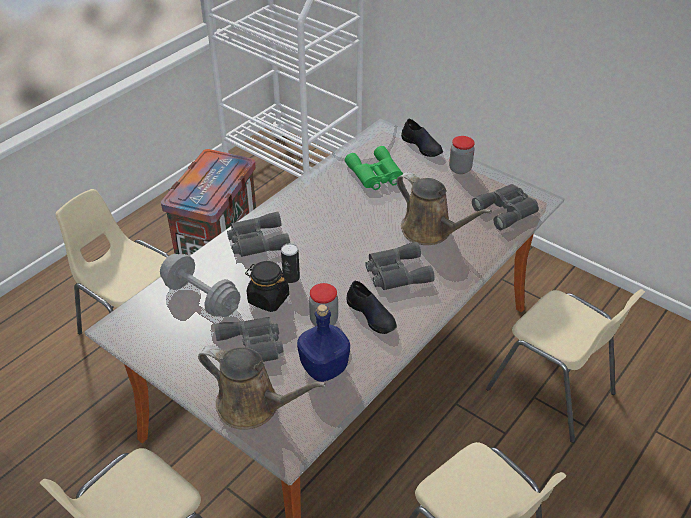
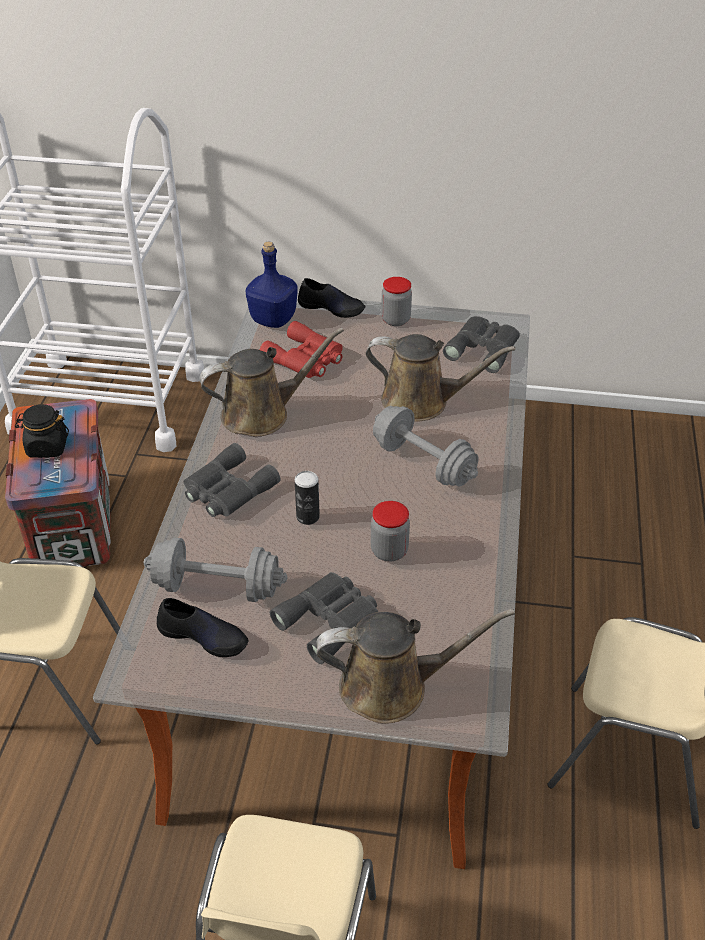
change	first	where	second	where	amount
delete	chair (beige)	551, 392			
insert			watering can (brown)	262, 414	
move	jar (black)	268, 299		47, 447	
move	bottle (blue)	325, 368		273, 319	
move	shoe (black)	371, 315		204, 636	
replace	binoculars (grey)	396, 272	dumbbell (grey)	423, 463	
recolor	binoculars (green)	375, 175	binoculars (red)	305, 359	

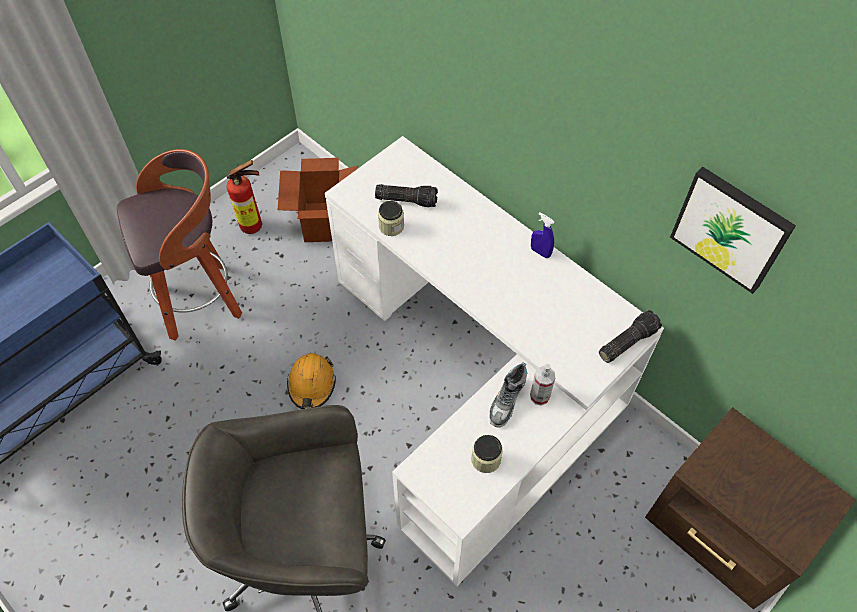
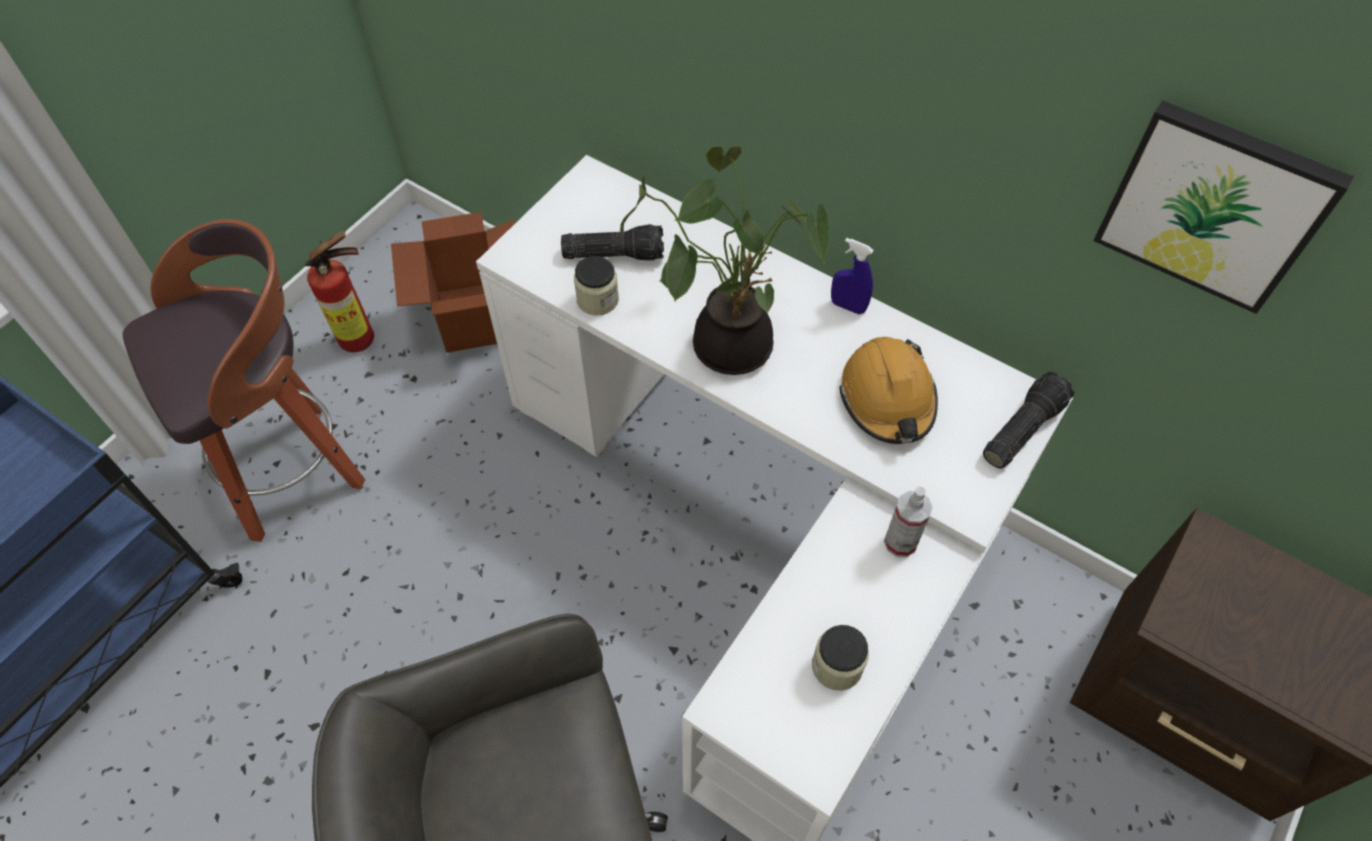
change	first	where	second	where	amount
delete	shoe	507, 401			
insert			potted plant	729, 341	
move	hard hat (orange)	311, 384		887, 399	

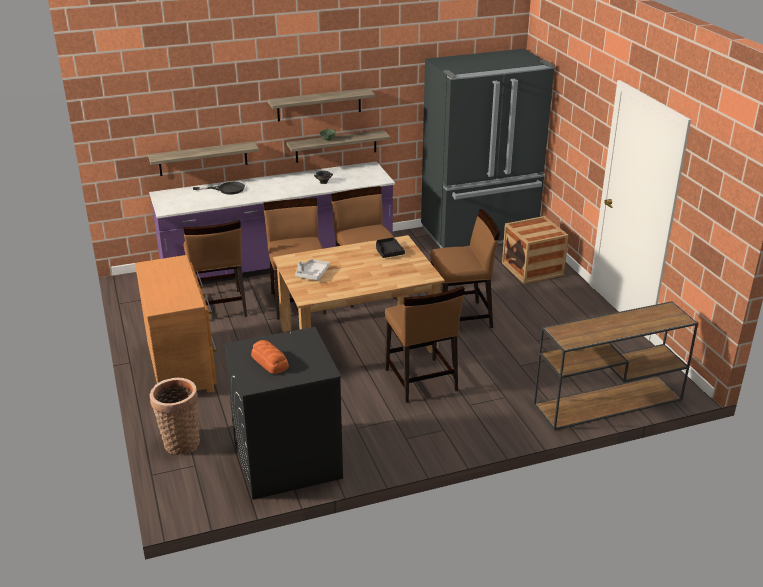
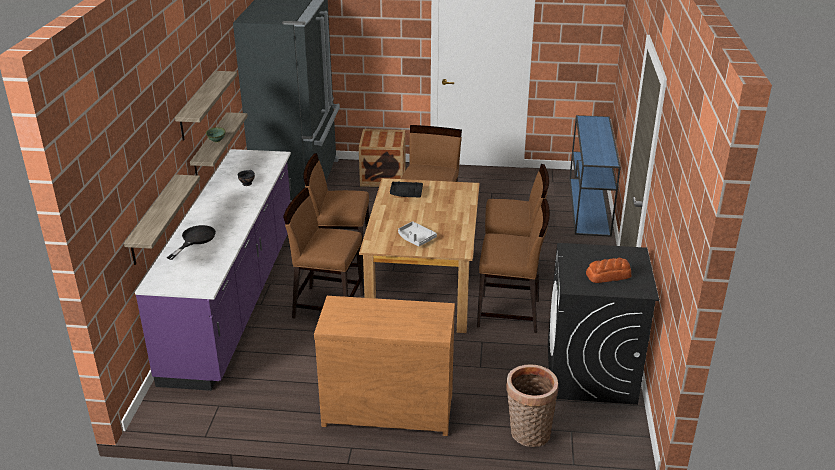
change	first	where	second	where	amount
move	chair (brown)	218, 307		509, 314	
recolor	console table (brown)	606, 402	console table (blue)	589, 206	

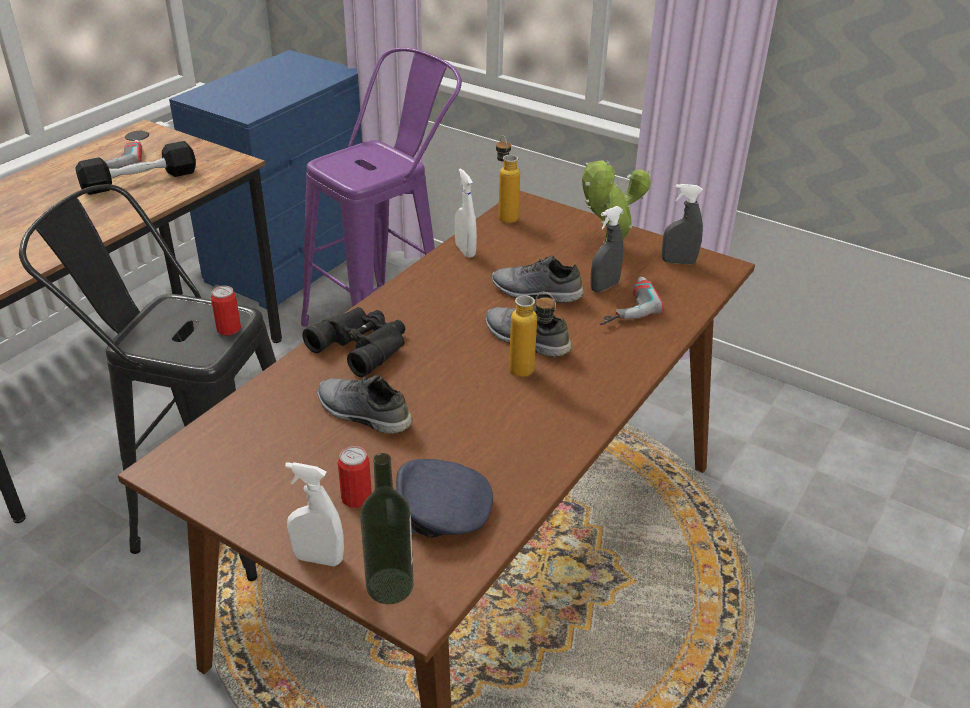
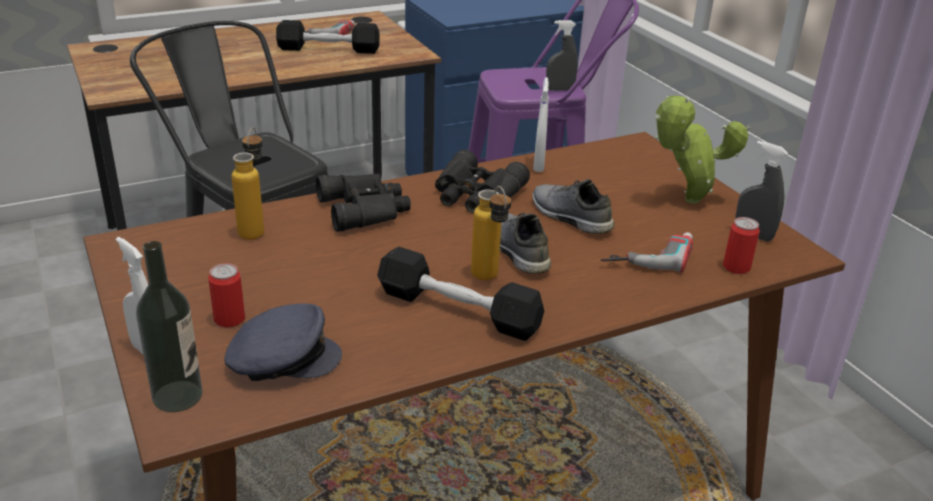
change	first	where	second	where	amount
delete	shoe (grey)	362, 414			
insert			dumbbell (black)	458, 310	
insert			binoculars (black)	476, 194	
move	can	228, 329		736, 267	
move	bottle	505, 215		255, 229	
move	spray bottle (grey)	604, 287		559, 89	
rotate	cap (grey)	440, 513		282, 358	135 degrees clockwise

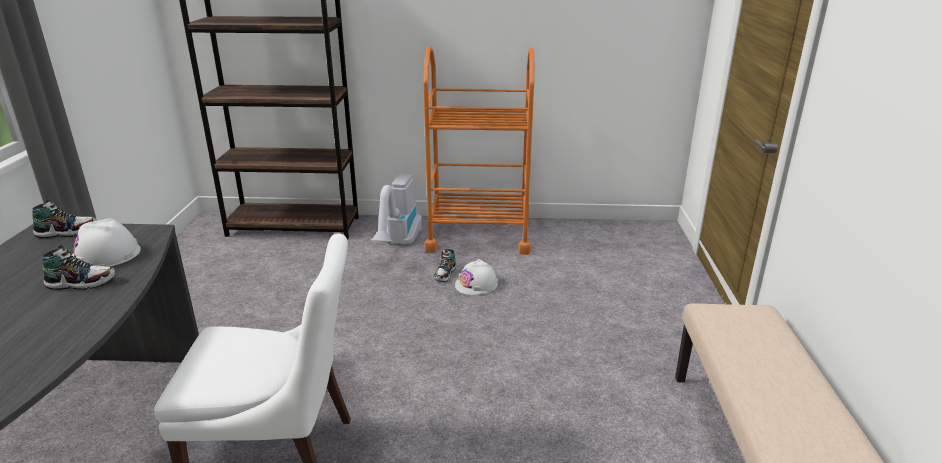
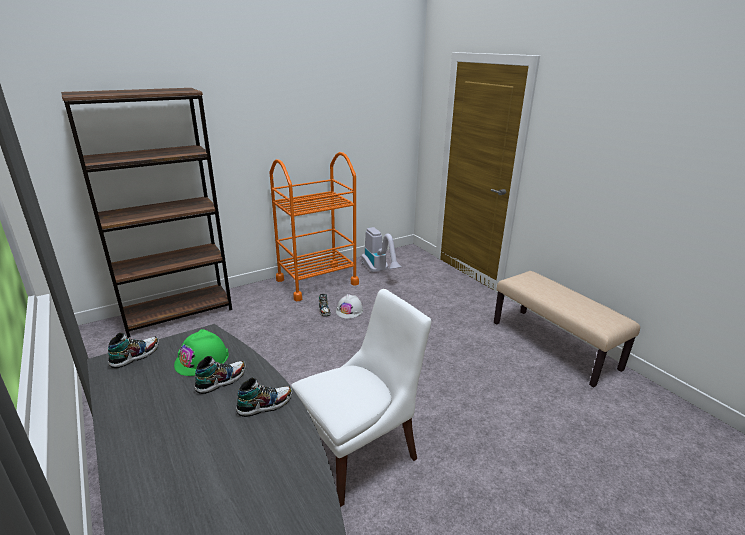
change	first	where	second	where	amount
insert			shoe	265, 405	
move	vacuum cleaner	399, 244		379, 271	
recolor	hard hat (white)	104, 255	hard hat (green)	202, 359	

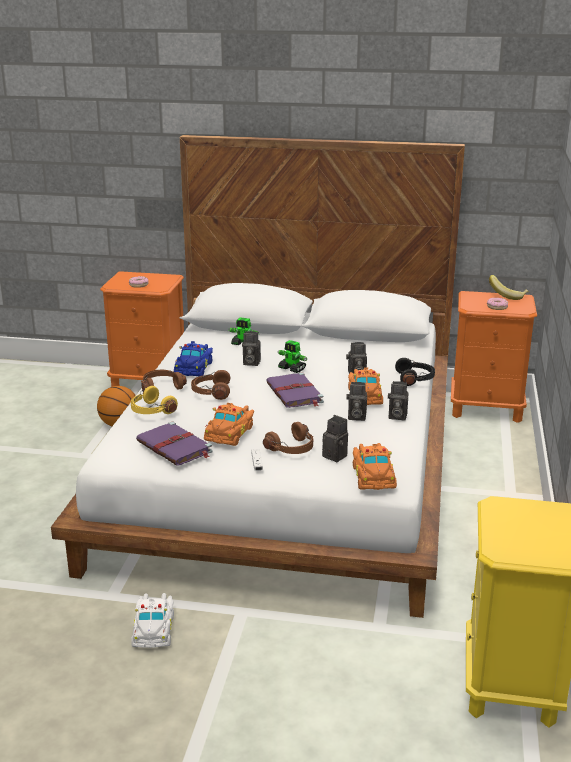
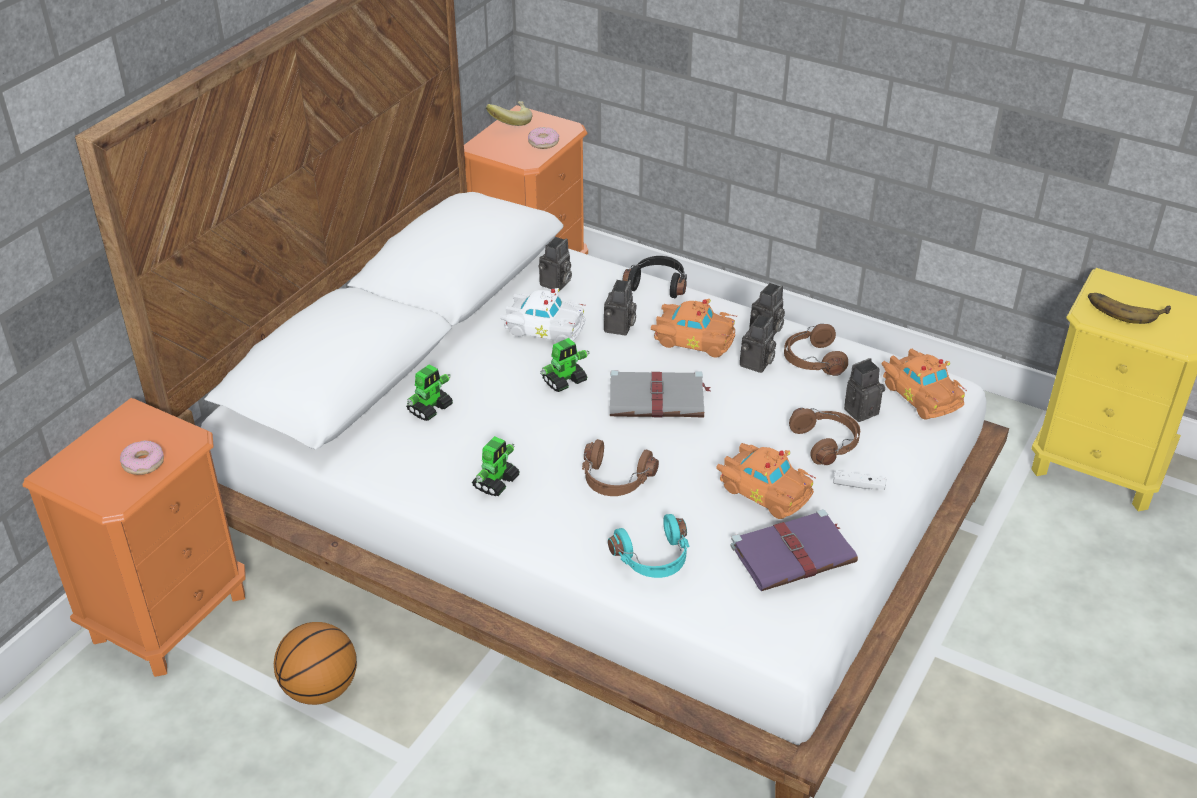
change	first	where	second	where	amount
insert			banana	1126, 308	
move	toy car (white)	154, 628		543, 327	
move	headphones (brown)	161, 387		812, 360	
move	photo camera	250, 363		556, 284	
replace	toy car (blue)	194, 367	toy robot	496, 482	
recolor	headphones (yellow)	151, 411	headphones (turquoise)	654, 559	
recolor	book (purple)	295, 393	book (grey)	658, 398	
rotate	toy car (orange)	374, 475		921, 393	45 degrees clockwise

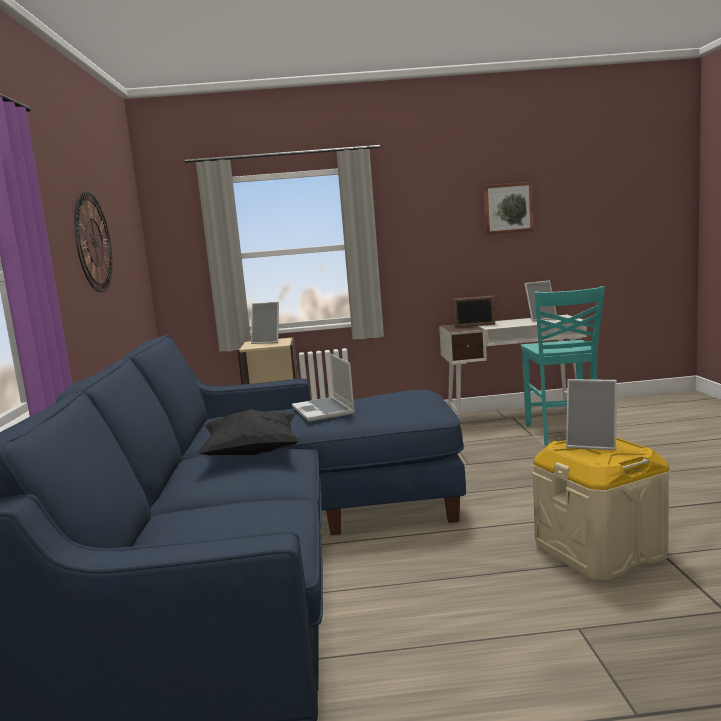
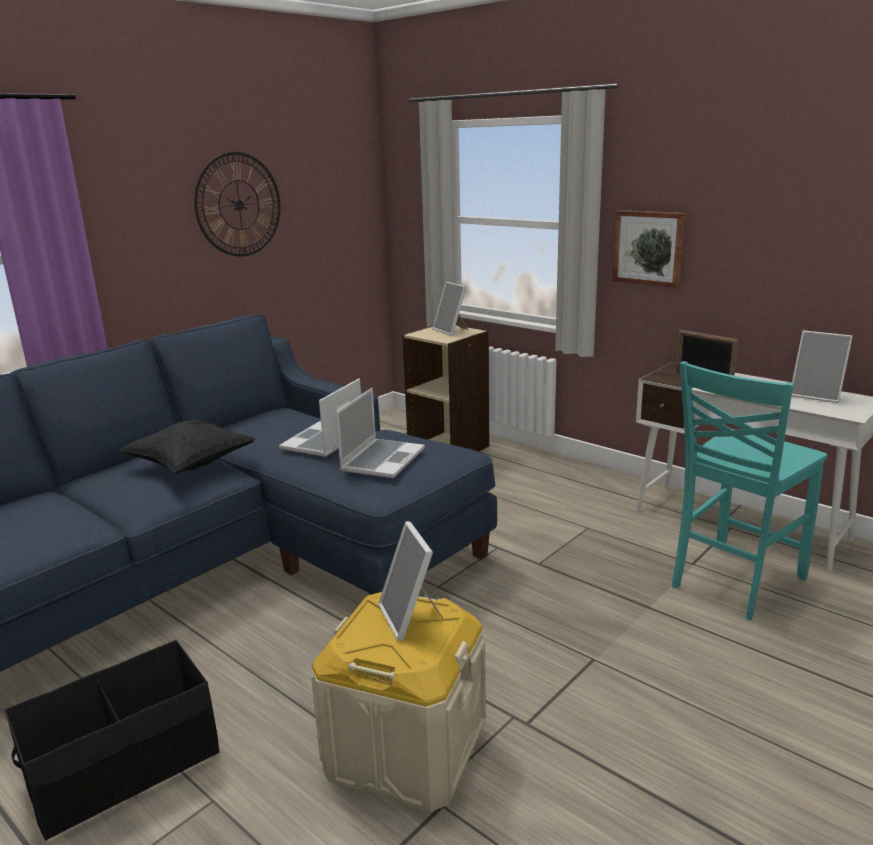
change	first	where	second	where	amount
insert			storage box (black)	124, 768	
insert			laptop	382, 459	
move	picture	508, 208		649, 247	

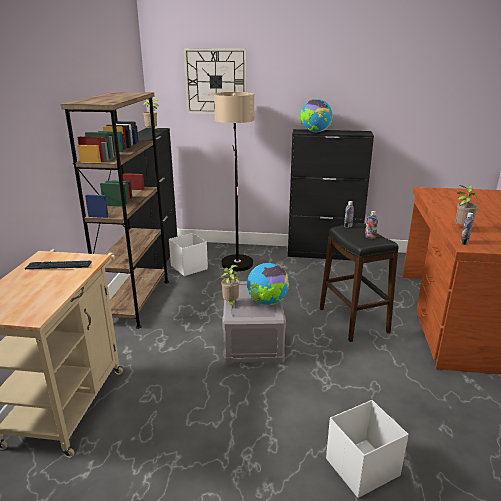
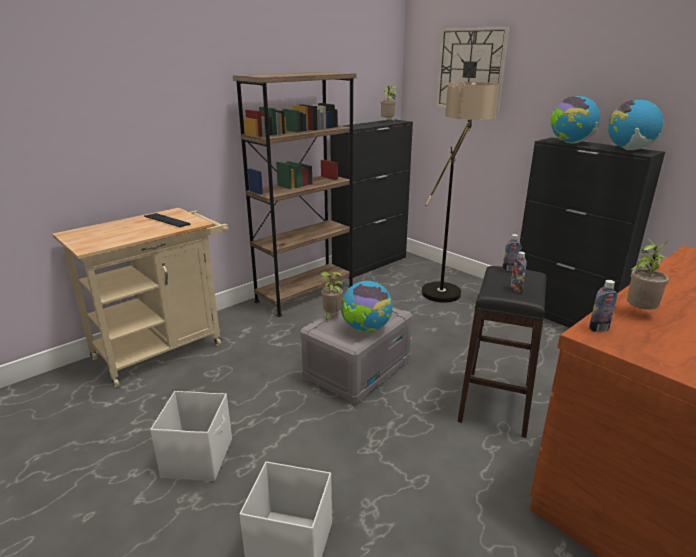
change	first	where	second	where	amount
insert			globe	629, 150	
move	storage box (white)	189, 267		198, 457	

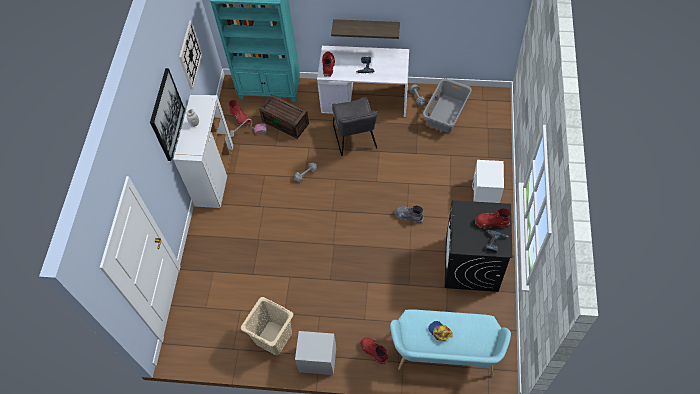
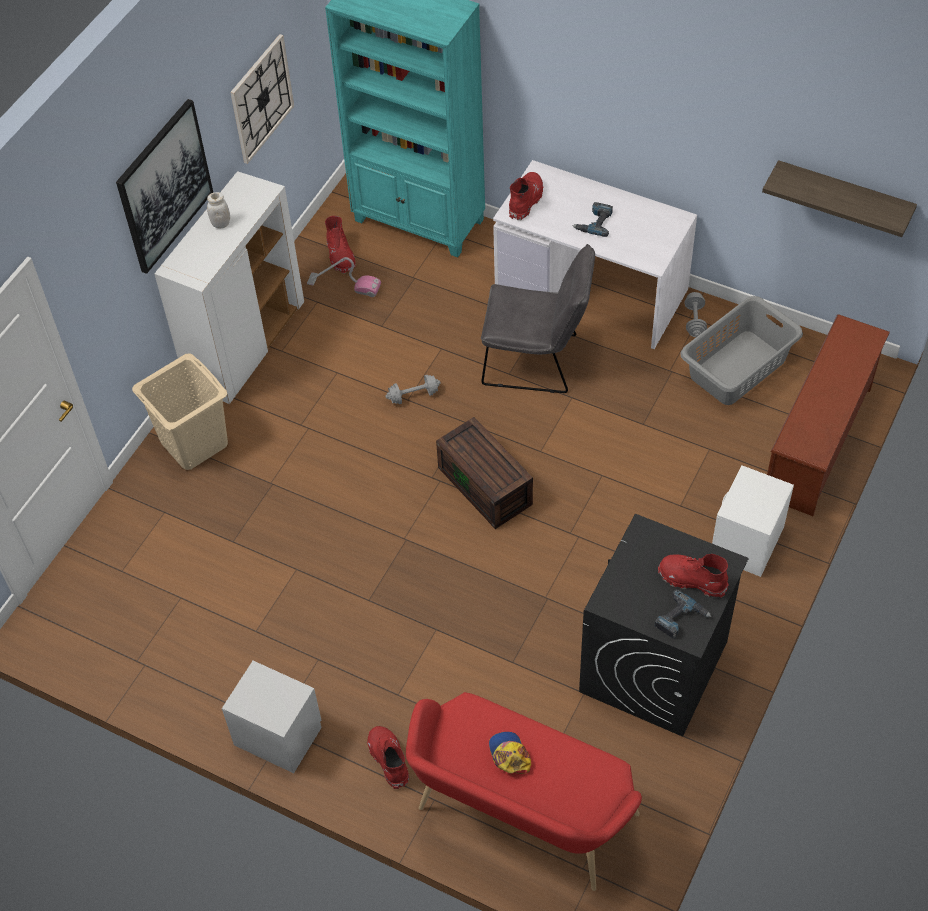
change	first	where	second	where	amount
delete	boot (grey)	409, 216			
insert			shoe rack (brown)	819, 443	
move	laundry basket (beige)	273, 338		193, 443	
move	storage box (brown)	286, 122		487, 486	
move	shelf	366, 27		843, 195	
recolor	bench (turquoise)	445, 356	bench (red)	520, 818	
rotate	chair (grey)	355, 139		537, 361	90 degrees counterclockwise

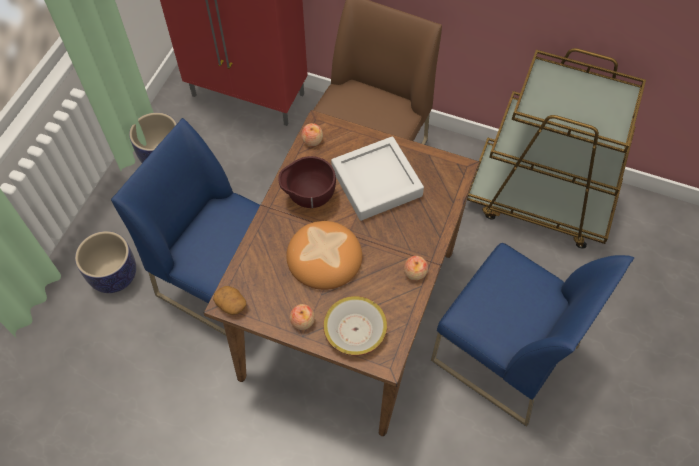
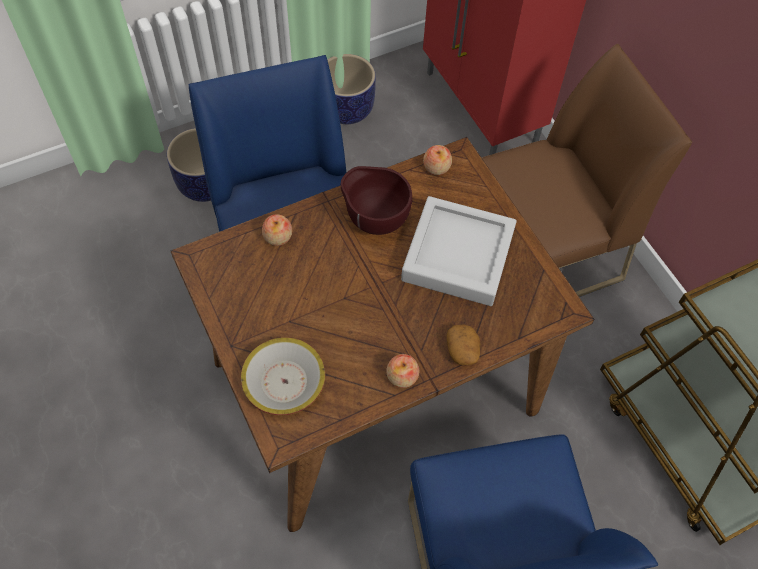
change	first	where	second	where	amount
delete	bread	325, 257			
move	potato	231, 304		462, 350	
move	apple	302, 321		278, 237	

